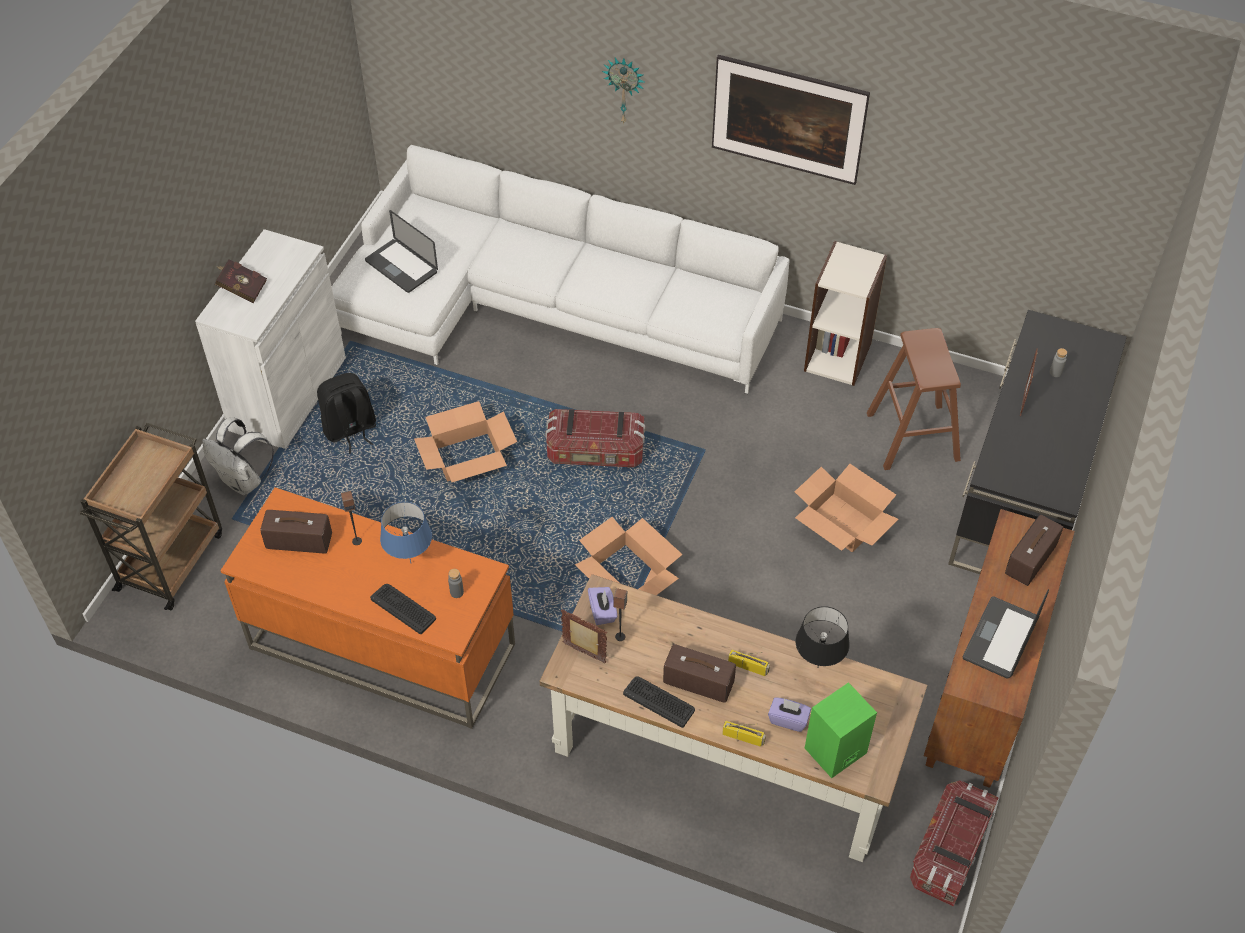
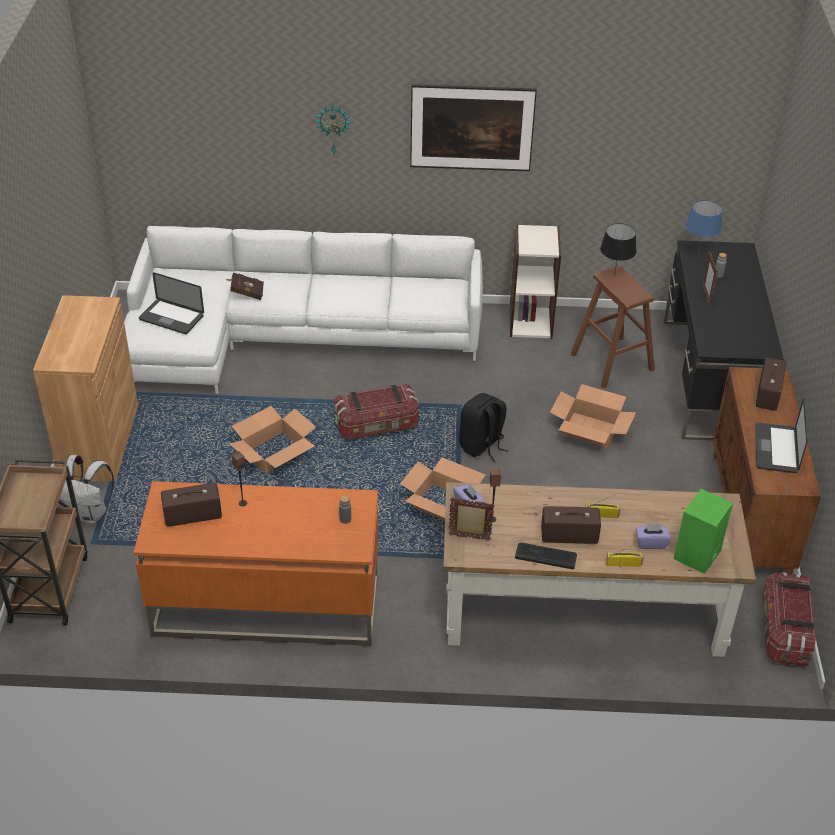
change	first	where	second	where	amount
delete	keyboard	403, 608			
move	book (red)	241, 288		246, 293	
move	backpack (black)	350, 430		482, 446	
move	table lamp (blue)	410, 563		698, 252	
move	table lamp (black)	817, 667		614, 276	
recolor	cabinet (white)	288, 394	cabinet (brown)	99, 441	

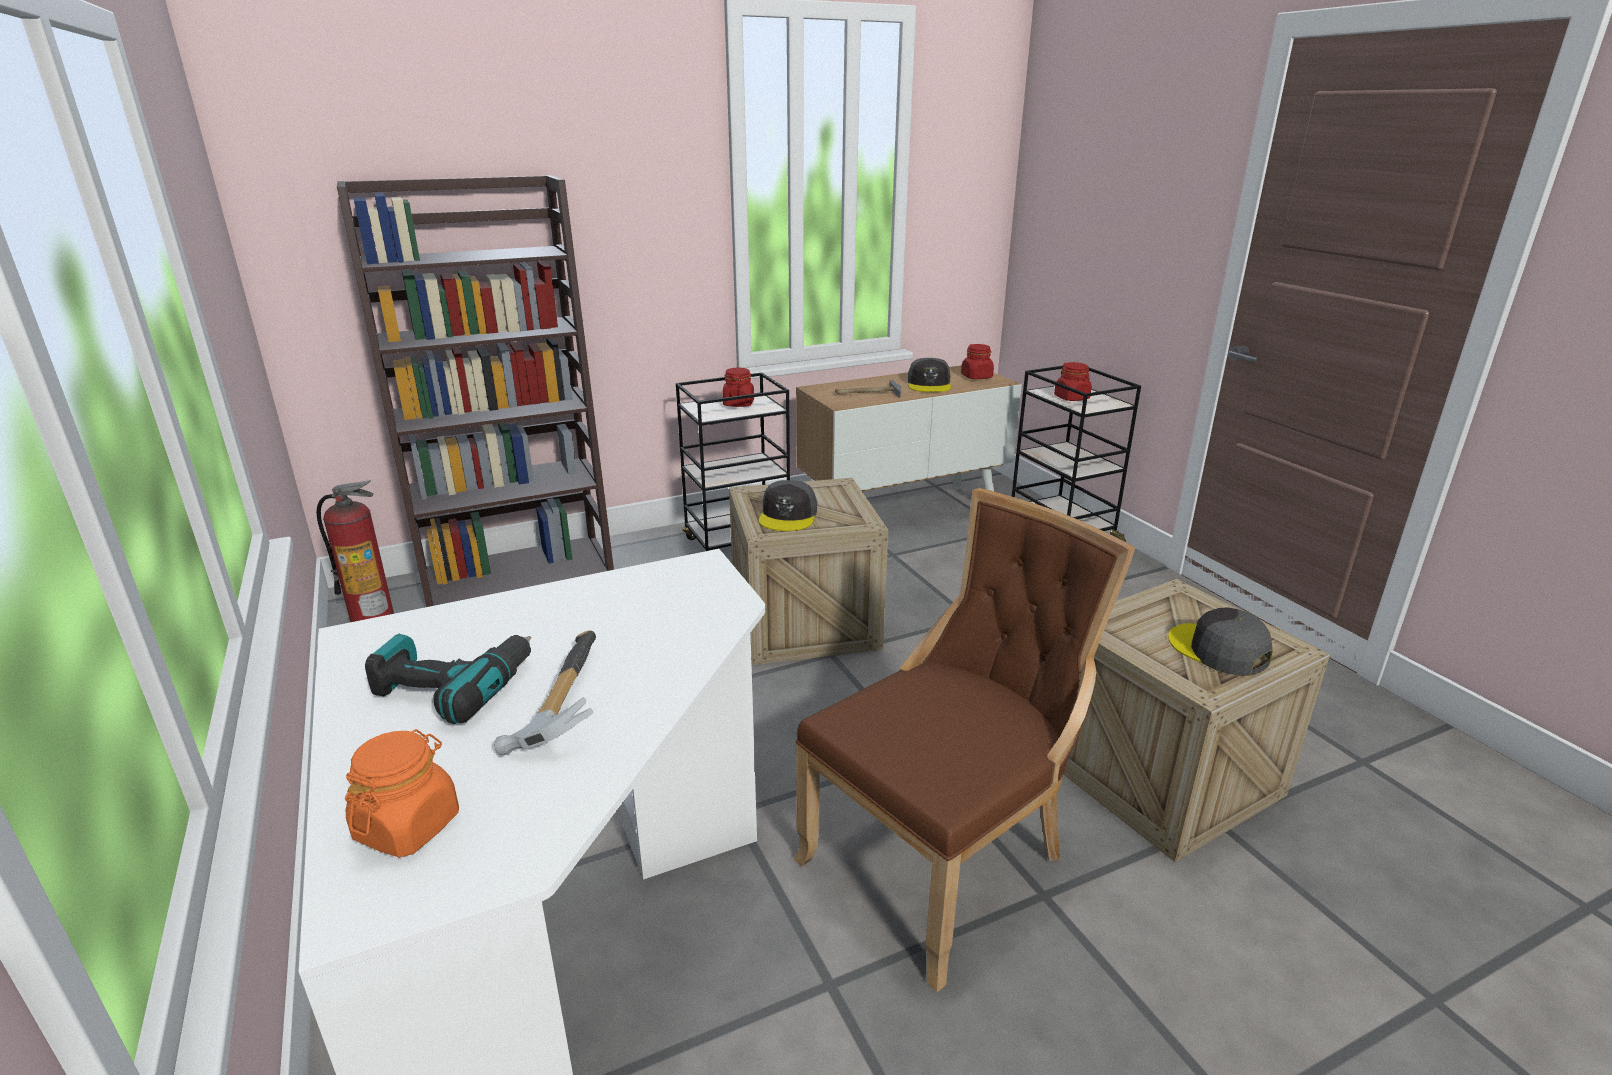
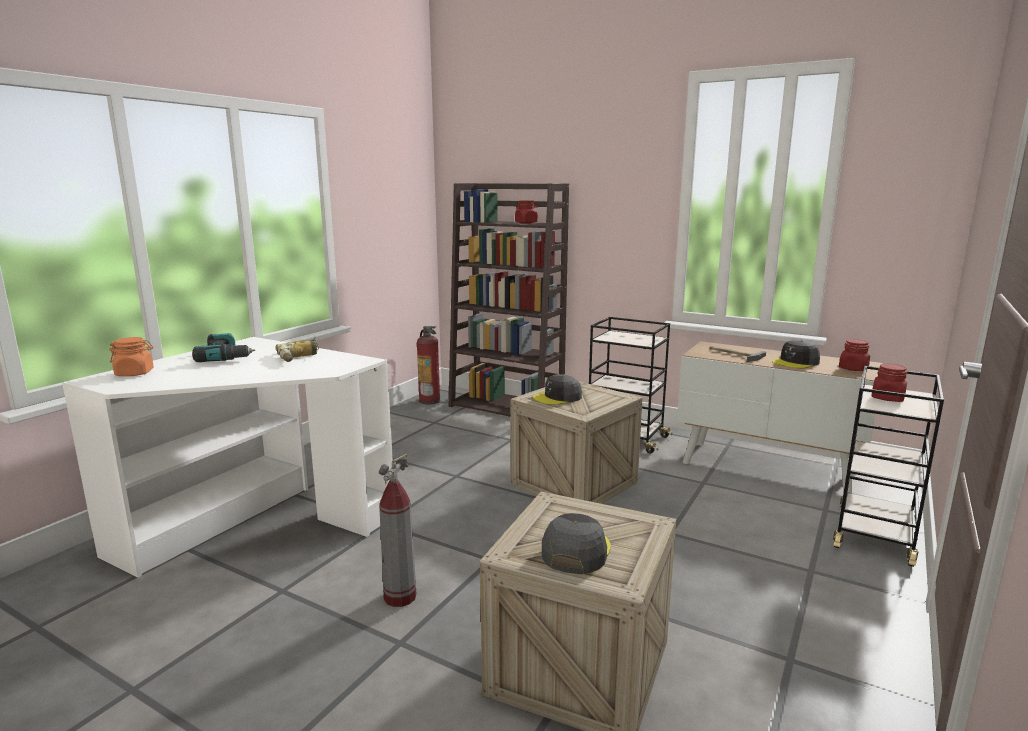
change	first	where	second	where	amount
delete	hammer	556, 705			
insert			power drill	300, 356	
move	jar (red)	738, 404		526, 223	
replace	chair (brown)	943, 861	fire extinguisher	400, 597	

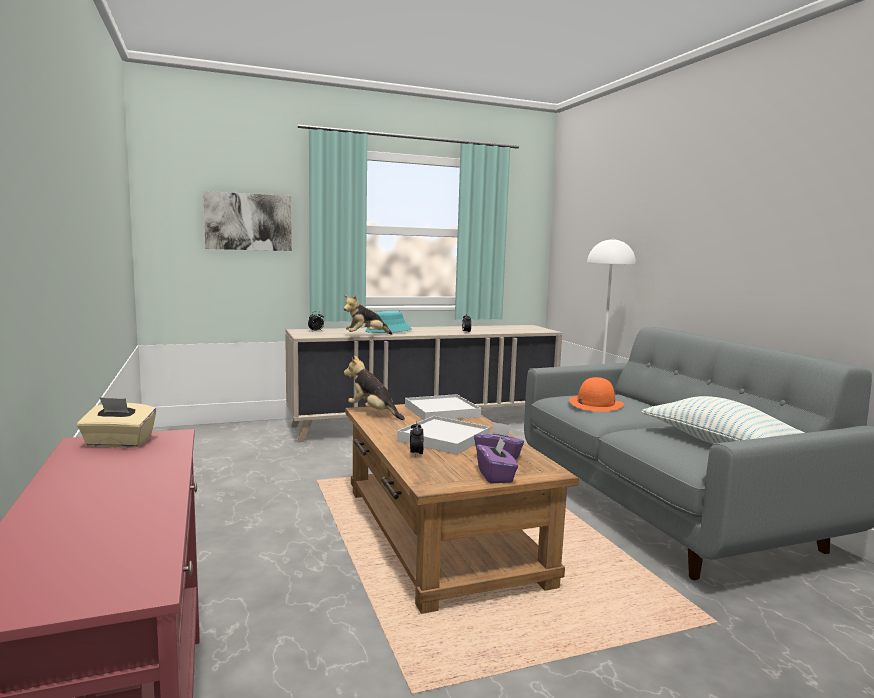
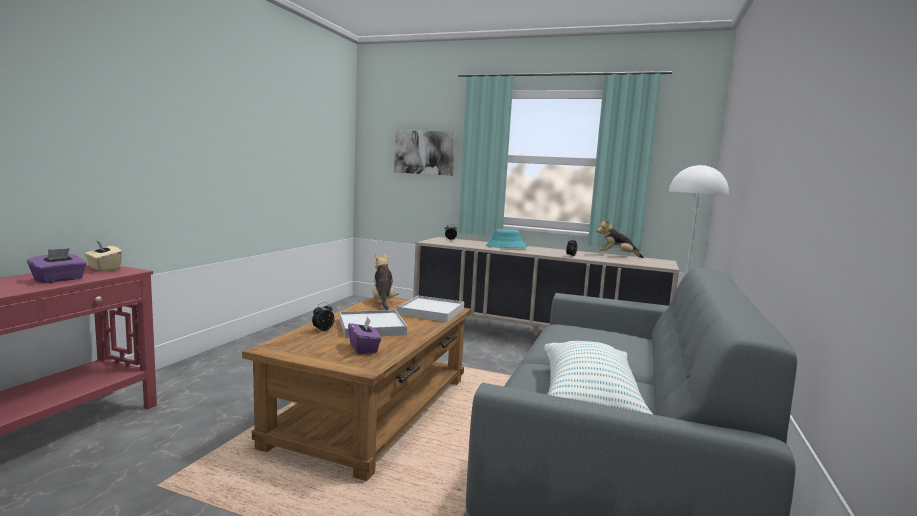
change	first	where	second	where	amount
delete	hat (orange)	595, 404			
move	plush toy	366, 335		617, 256	
move	tissue box (purple)	496, 476		59, 279	

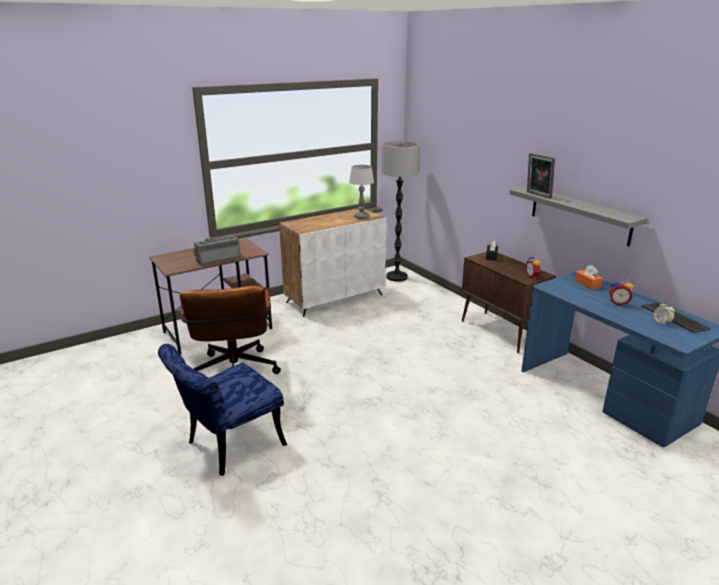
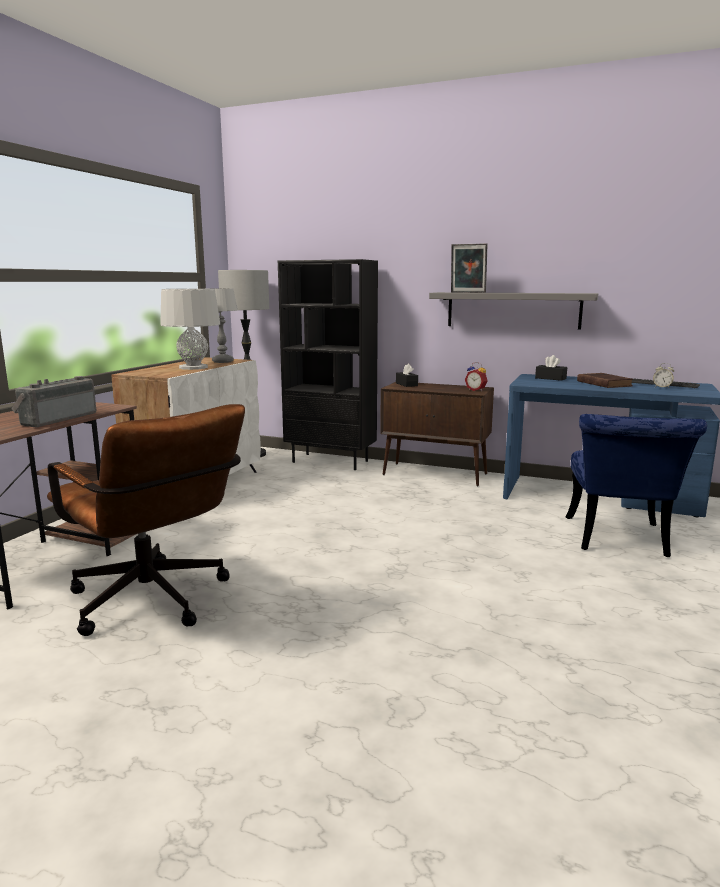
change	first	where	second	where	amount
insert			table lamp (grey)	193, 367	
insert			bookcase (black)	331, 461	
move	chair (blue)	228, 446		618, 541	
replace	alarm clock	618, 303	book (brown)	603, 383	
recolor	tissue box (orange)	587, 284	tissue box (black)	550, 378	

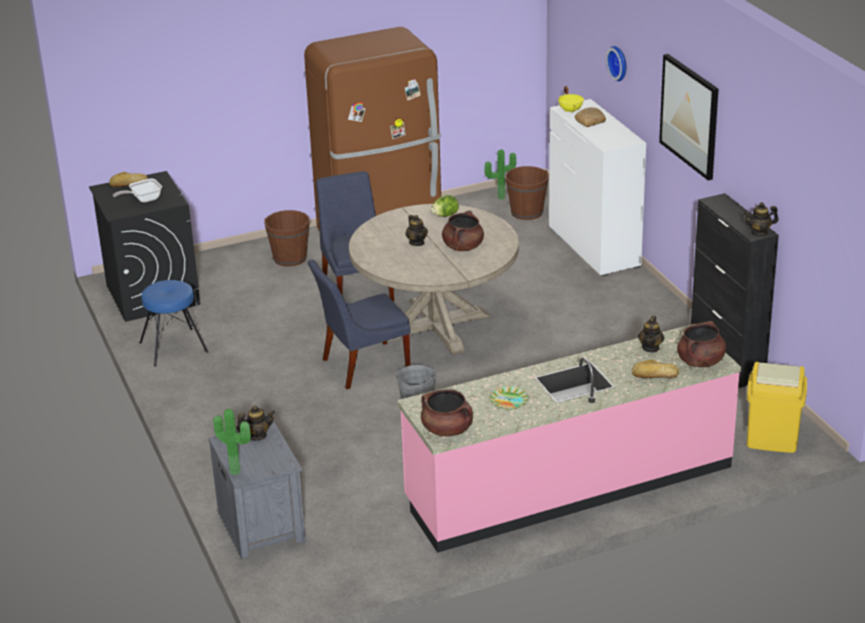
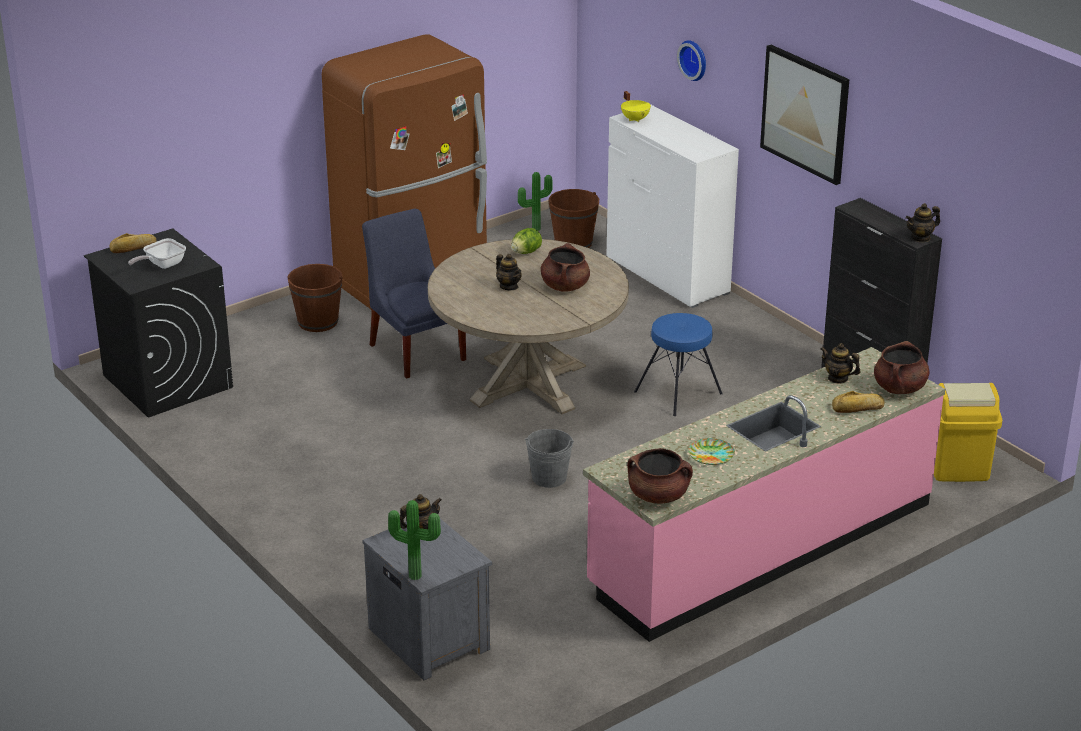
change	first	where	second	where	amount
delete	chair (blue)	362, 366			
delete	bread	590, 121			
move	stool (blue)	174, 347		679, 393	
rotate	teapot	650, 347		838, 378	120 degrees clockwise

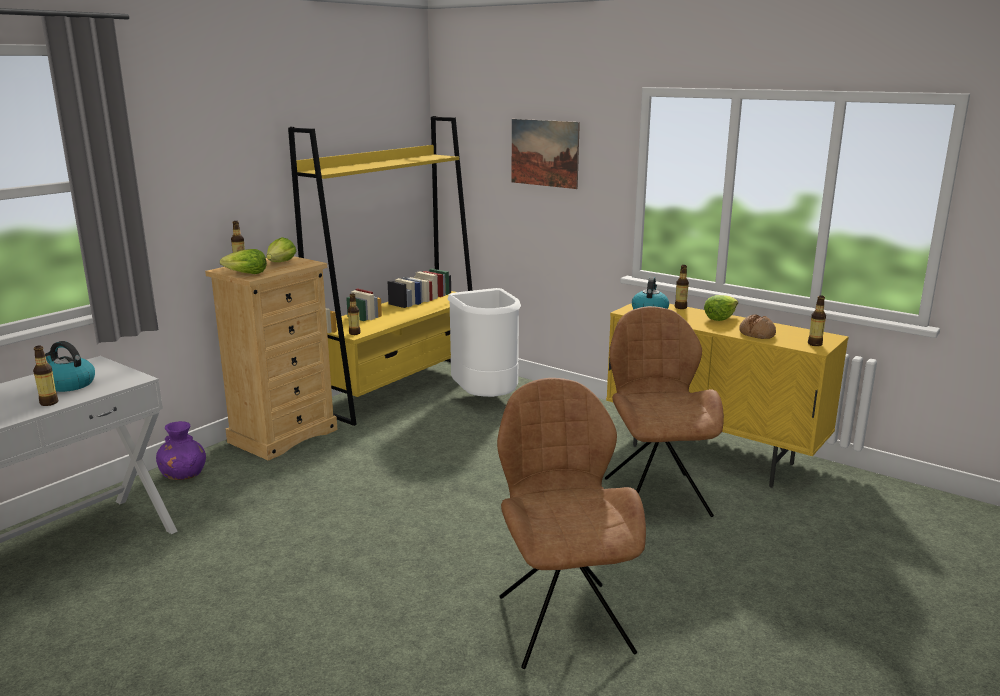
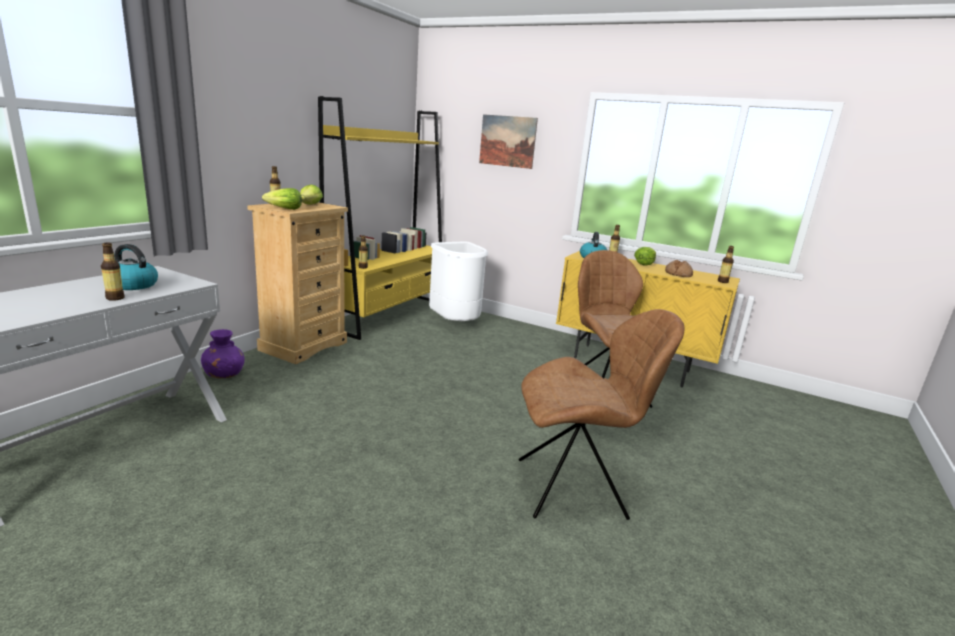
change	first	where	second	where	amount
rotate	chair (brown)	563, 620		575, 488	105 degrees clockwise

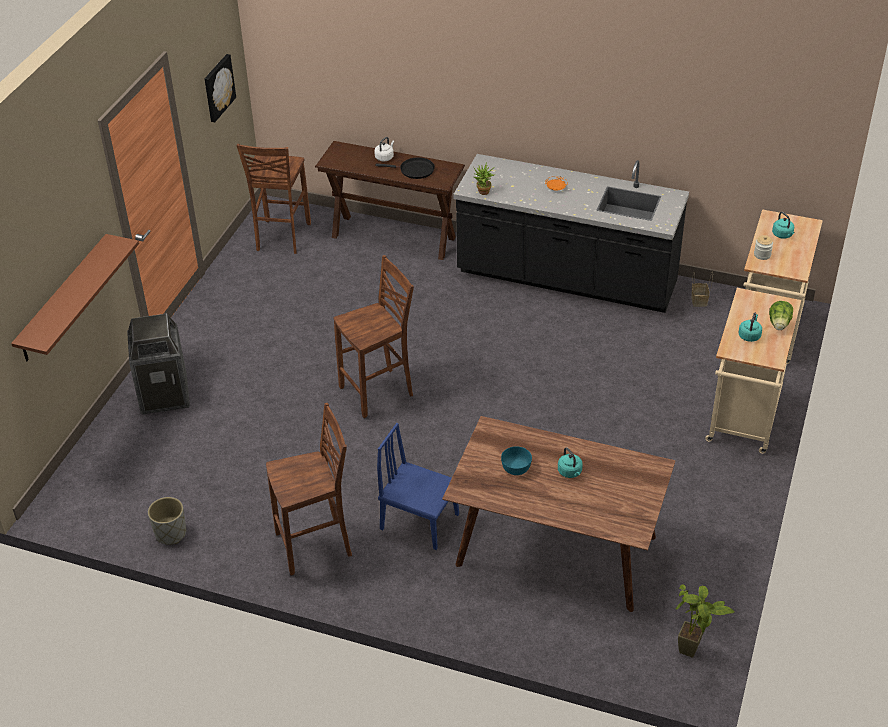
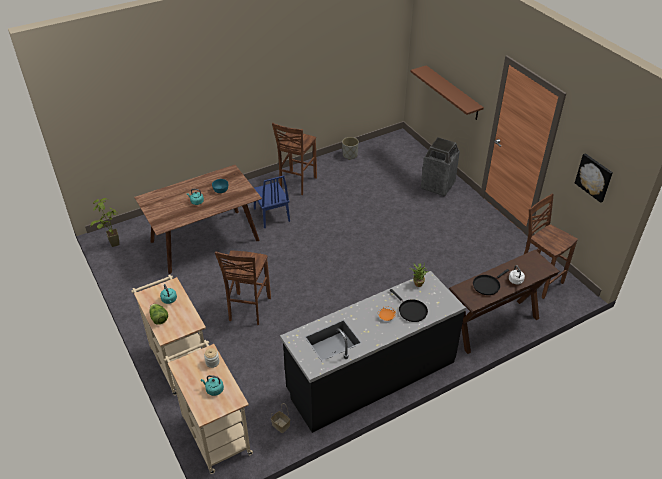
change	first	where	second	where	amount
insert			frying pan (black)	411, 311	
move	stool (brown)	378, 392		248, 309	
rotate	chair (blue)	419, 521		271, 214	90 degrees clockwise

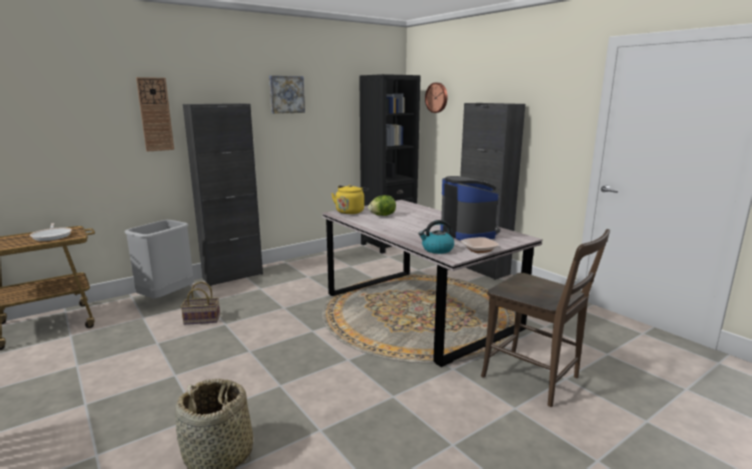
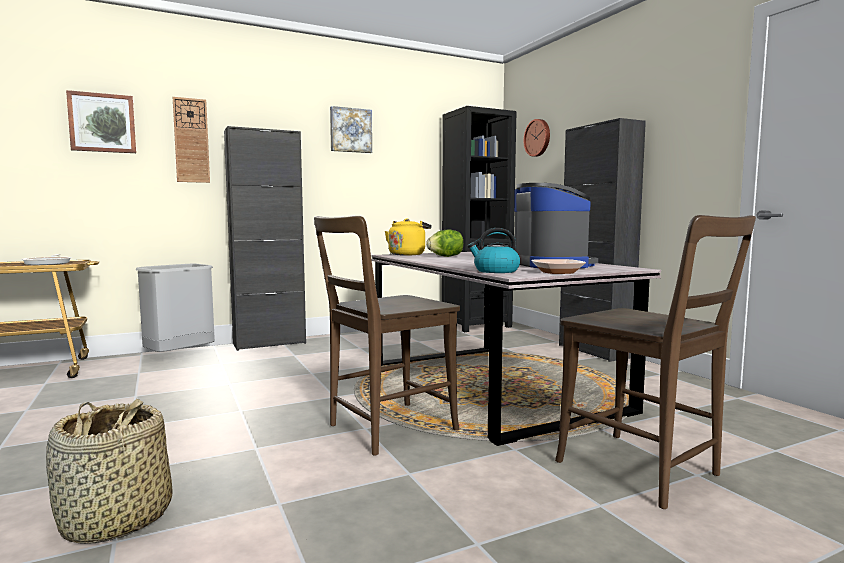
change	first	where	second	where	amount
delete	basket	201, 320			
insert			picture	102, 123	
insert			chair (brown)	386, 429	

